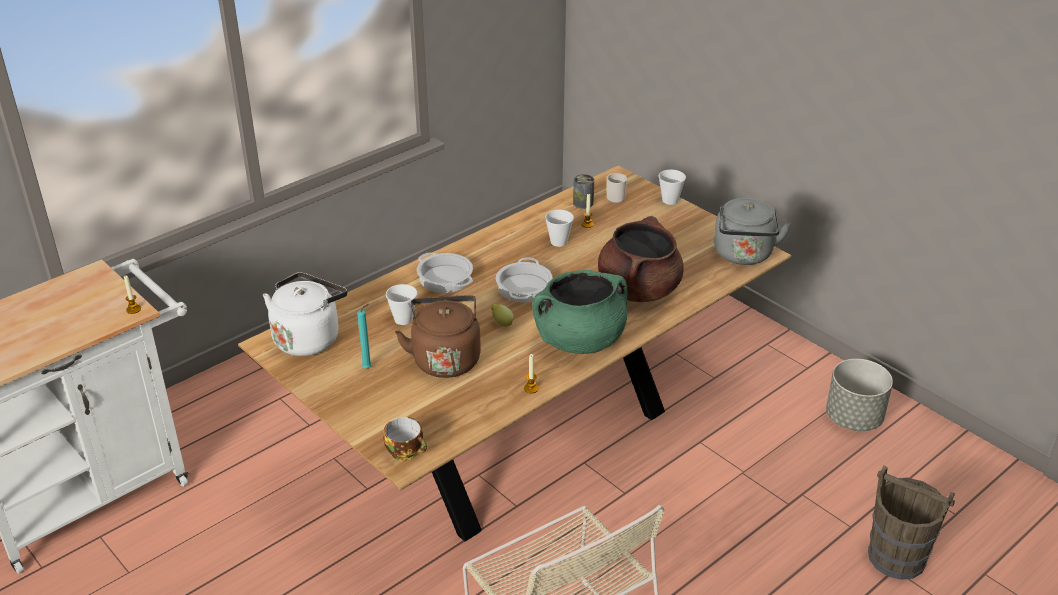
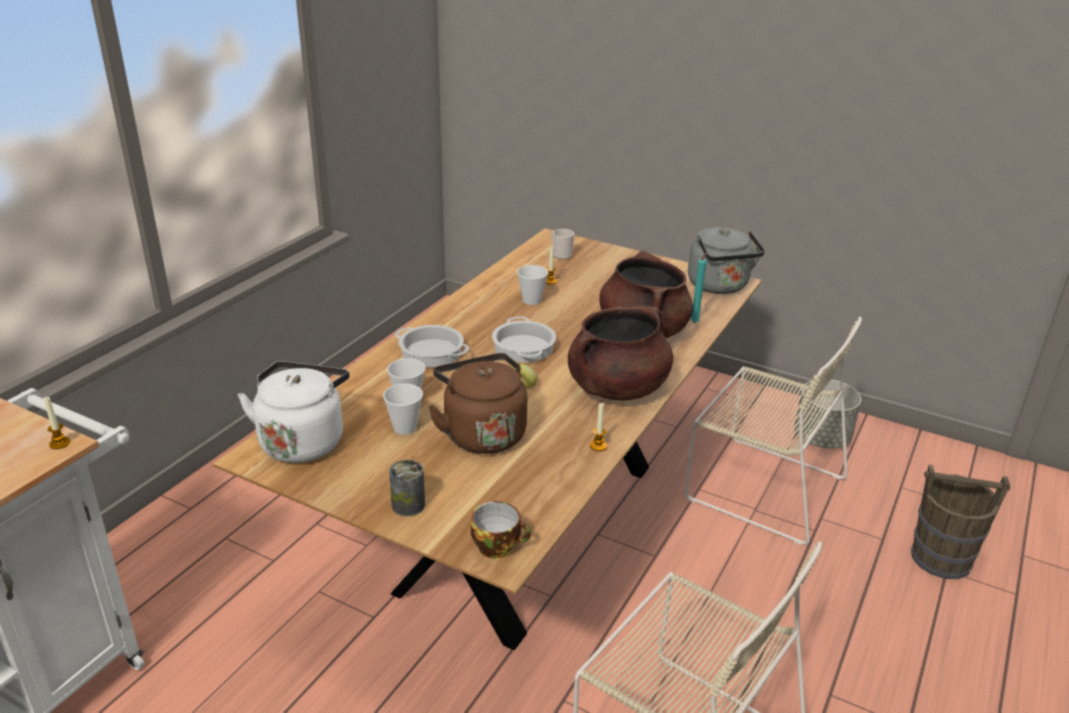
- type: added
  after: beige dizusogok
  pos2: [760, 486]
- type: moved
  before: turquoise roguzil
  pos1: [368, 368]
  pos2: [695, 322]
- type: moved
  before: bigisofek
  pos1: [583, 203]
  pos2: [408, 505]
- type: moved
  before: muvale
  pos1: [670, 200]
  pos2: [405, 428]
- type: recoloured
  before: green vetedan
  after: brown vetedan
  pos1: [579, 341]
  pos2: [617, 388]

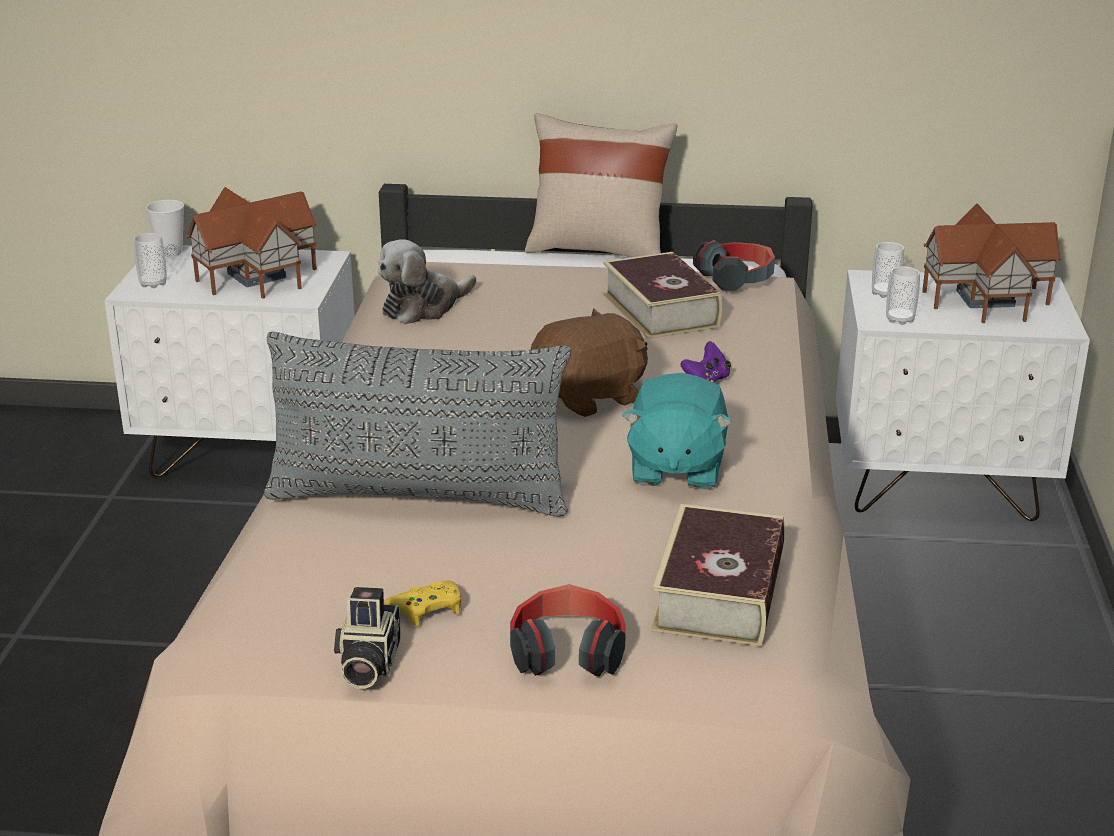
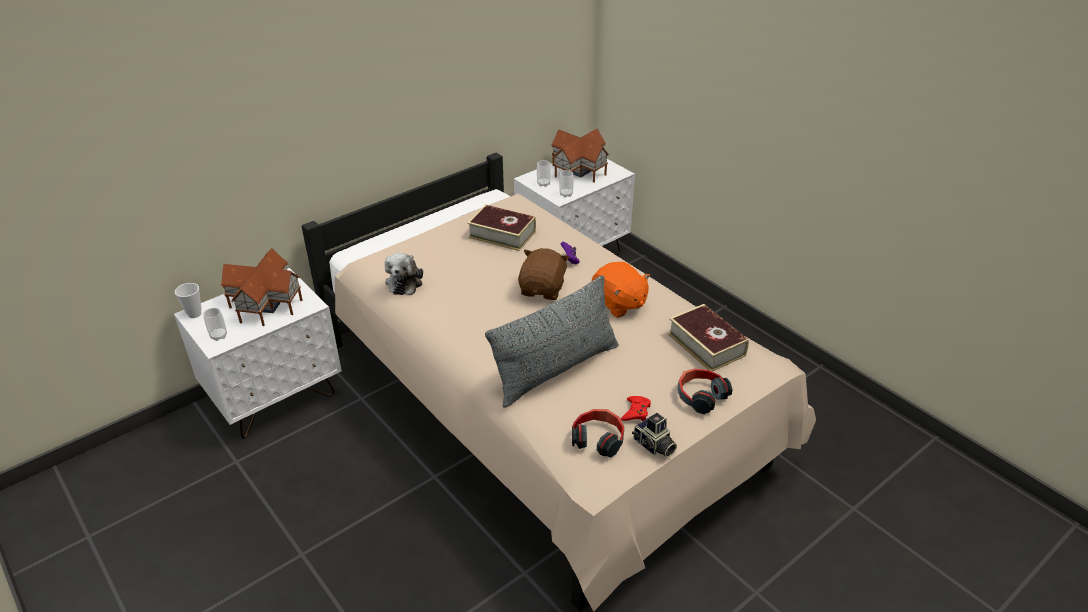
- type: removed
  before: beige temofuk
  pos1: [598, 250]
- type: moved
  before: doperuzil
  pos1: [736, 278]
  pos2: [598, 439]
- type: recoloured
  before: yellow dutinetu
  after: red dutinetu
  pos1: [427, 608]
  pos2: [636, 412]
- type: recoloured
  before: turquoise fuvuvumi
  after: orange fuvuvumi
  pos1: [675, 468]
  pos2: [619, 304]

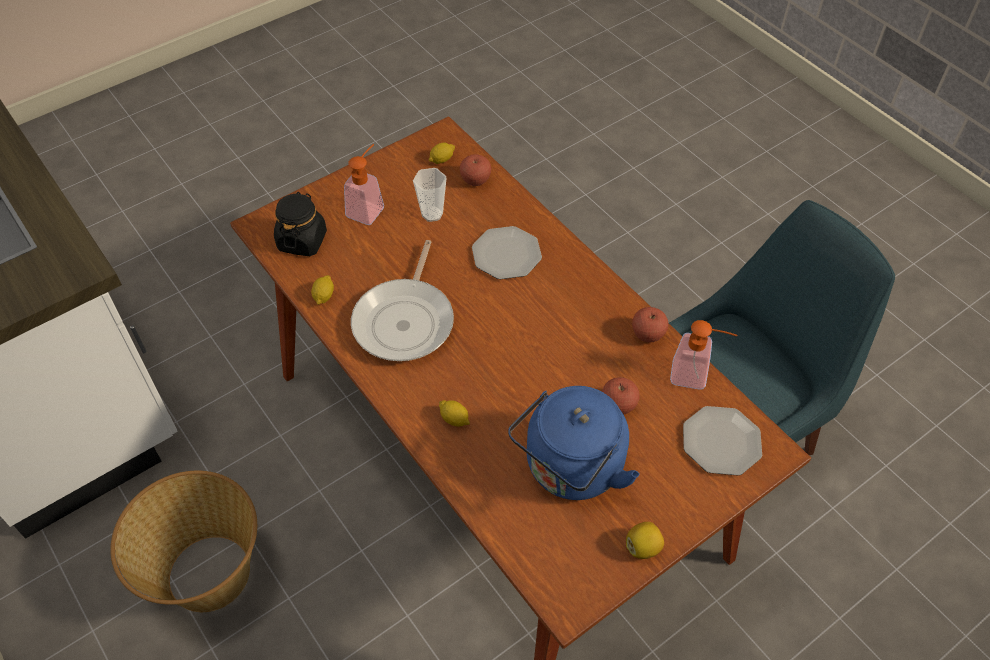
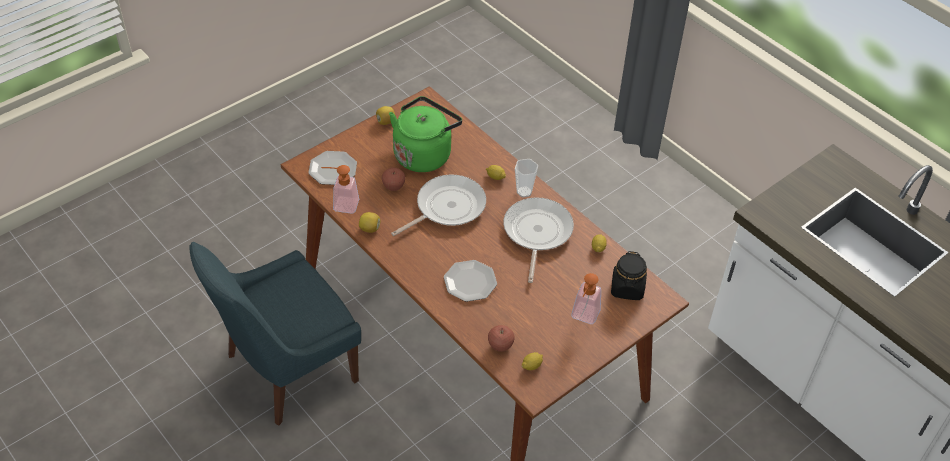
- type: removed
  before: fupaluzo
  pos1: [208, 574]
- type: added
  after: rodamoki
  pos2: [447, 207]
- type: moved
  before: muvale
  pos1: [432, 214]
  pos2: [524, 192]
- type: replaced
  before: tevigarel
  after: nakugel
  pos1: [647, 335]
  pos2: [370, 229]
- type: recoloured
  before: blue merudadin
  after: green merudadin
  pos1: [570, 470]
  pos2: [424, 154]

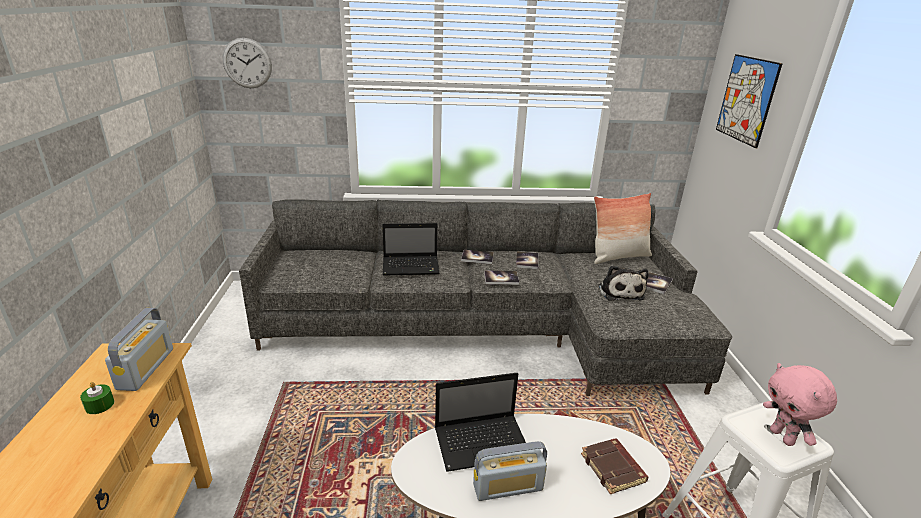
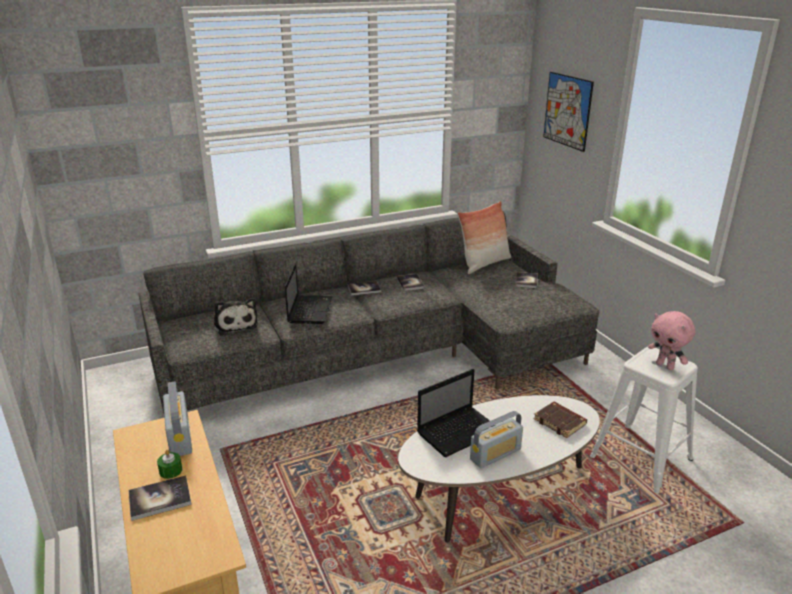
- type: removed
  before: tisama
  pos1: [247, 63]
- type: moved
  before: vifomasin
  pos1: [501, 278]
  pos2: [160, 499]
- type: moved
  before: fuvuvumi
  pos1: [620, 291]
  pos2: [235, 324]
- type: turned
  before: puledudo
  pos1: [412, 267]
  pos2: [310, 309]
  turn: -60

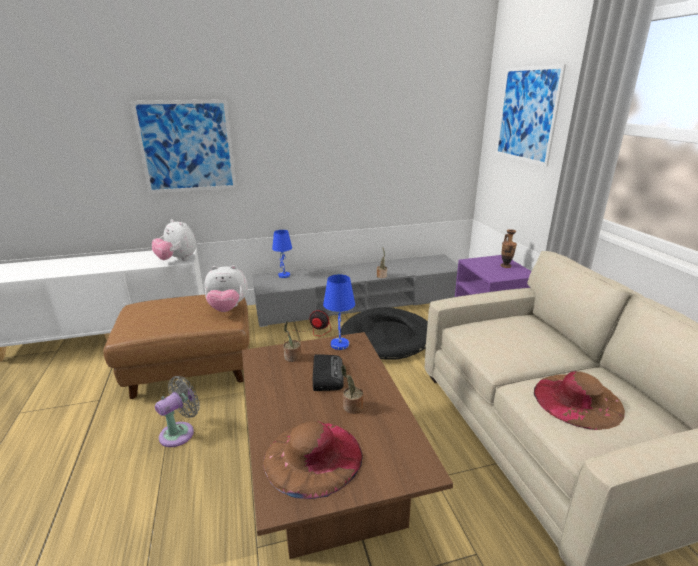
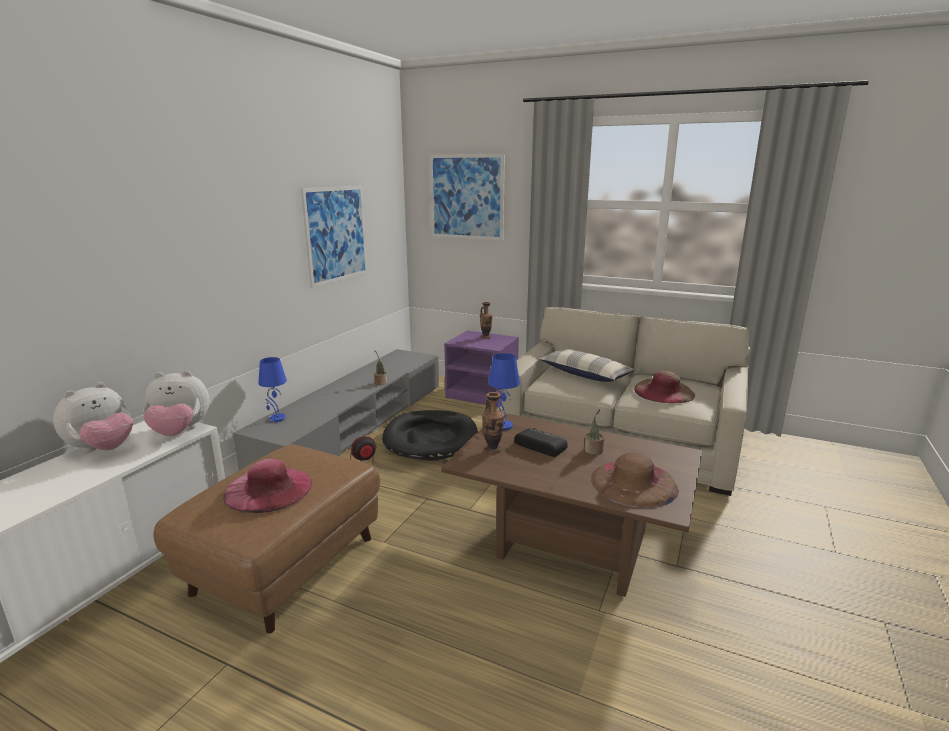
- type: removed
  before: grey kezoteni
  pos1: [180, 432]
- type: added
  after: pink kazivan
  pos2: [268, 489]
- type: added
  after: temofuk
  pos2: [585, 374]
- type: moved
  before: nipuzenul
  pos1: [187, 147]
  pos2: [336, 234]
- type: moved
  before: fuvuvumi
  pos1: [227, 308]
  pos2: [103, 449]
- type: replaced
  before: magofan
  after: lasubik
  pos1: [292, 357]
  pos2: [492, 450]

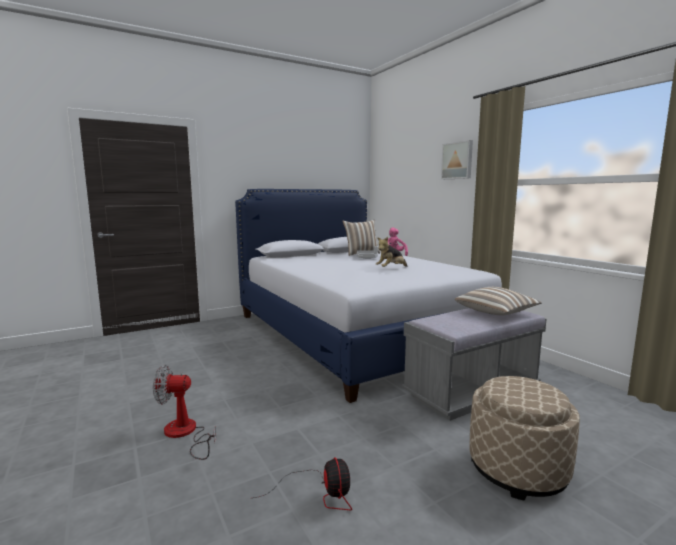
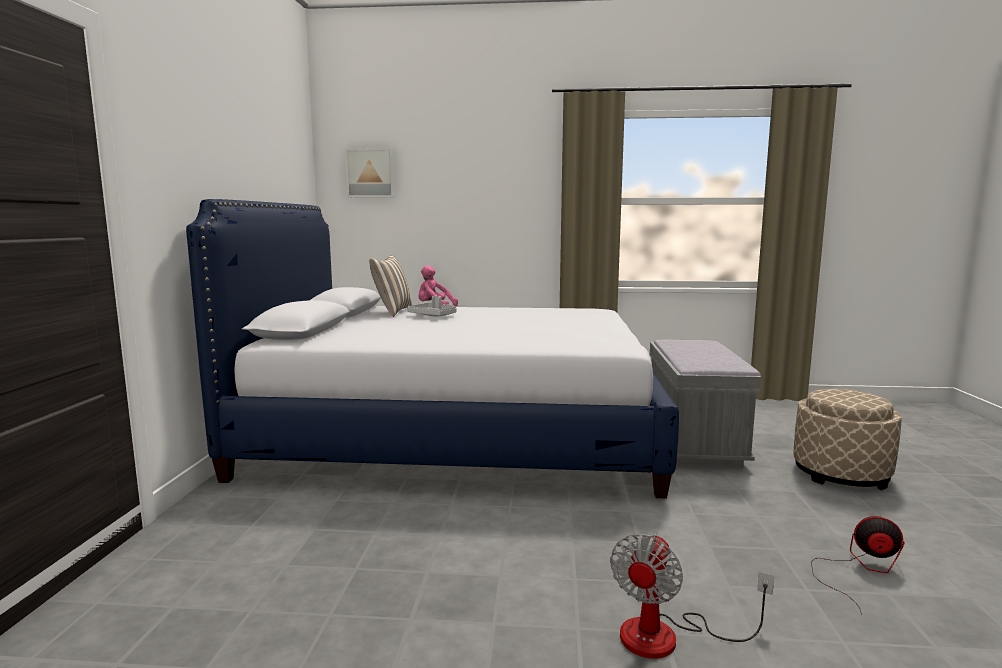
- type: removed
  before: fuvuvumi
  pos1: [391, 269]
- type: removed
  before: temofuk
  pos1: [496, 313]
- type: moved
  before: nipuzenul
  pos1: [457, 160]
  pos2: [370, 173]

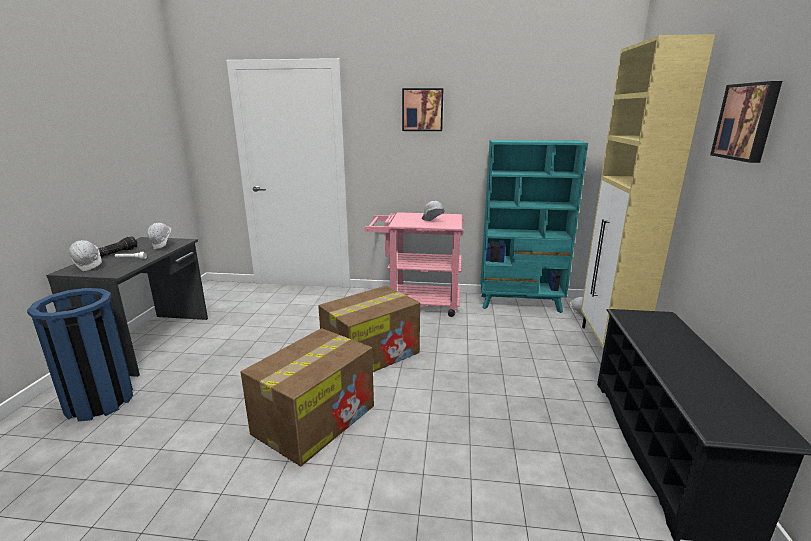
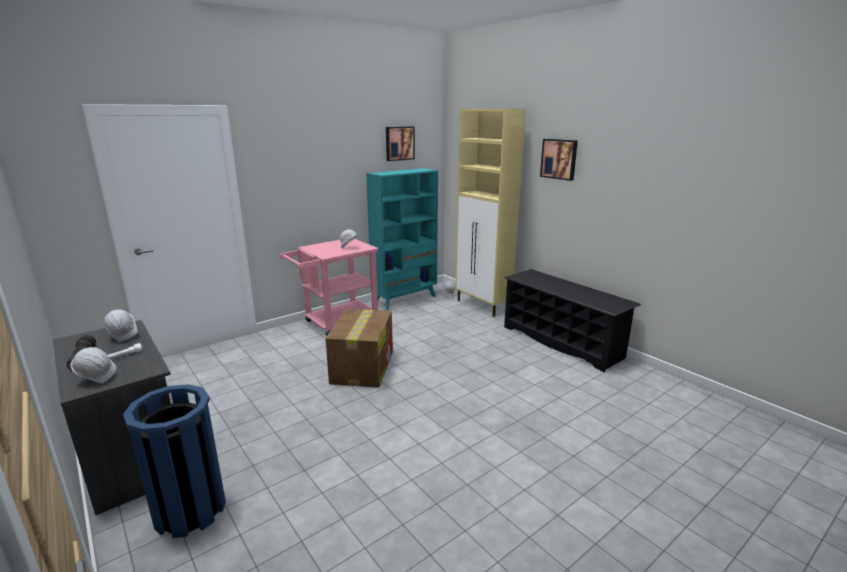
- type: removed
  before: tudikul
  pos1: [315, 418]
- type: moved
  before: nipuzenul
  pos1: [422, 110]
  pos2: [399, 143]

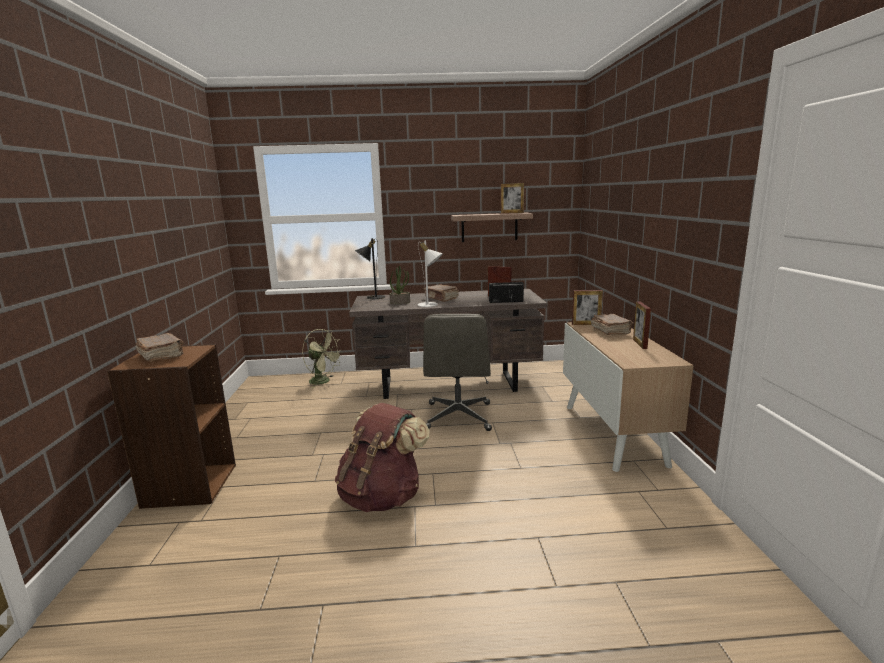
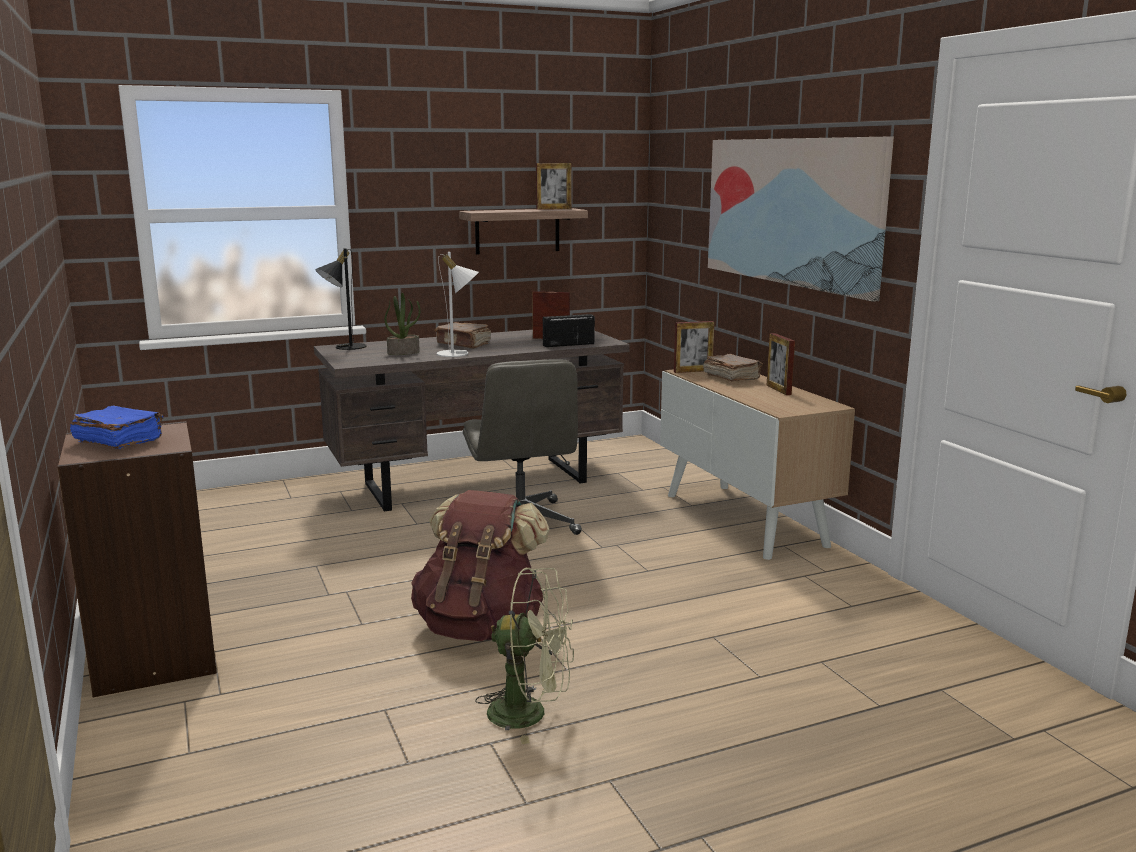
- type: added
  after: nipuzenul
  pos2: [789, 211]
- type: moved
  before: green kezoteni
  pos1: [323, 381]
  pos2: [530, 713]
- type: recoloured
  before: brown vifomasin
  after: blue vifomasin
  pos1: [161, 356]
  pos2: [118, 441]

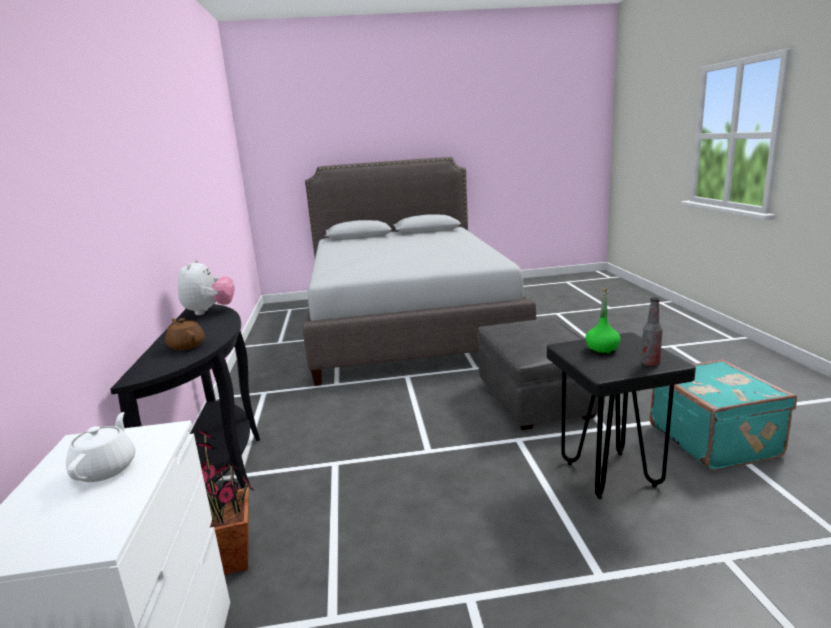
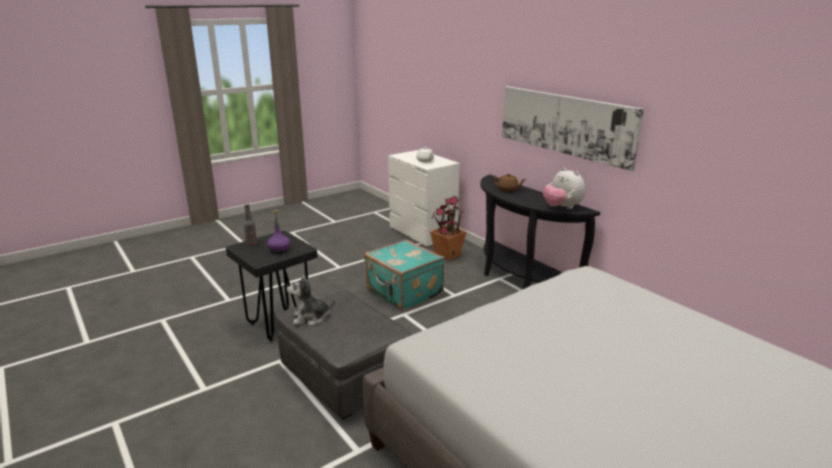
- type: added
  after: fuvuvumi
  pos2: [310, 318]
- type: added
  after: nipuzenul
  pos2: [565, 124]
- type: moved
  before: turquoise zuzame
  pos1: [714, 440]
  pos2: [404, 293]
- type: recoloured
  before: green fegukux
  after: purple fegukux
  pos1: [602, 349]
  pos2: [279, 250]

